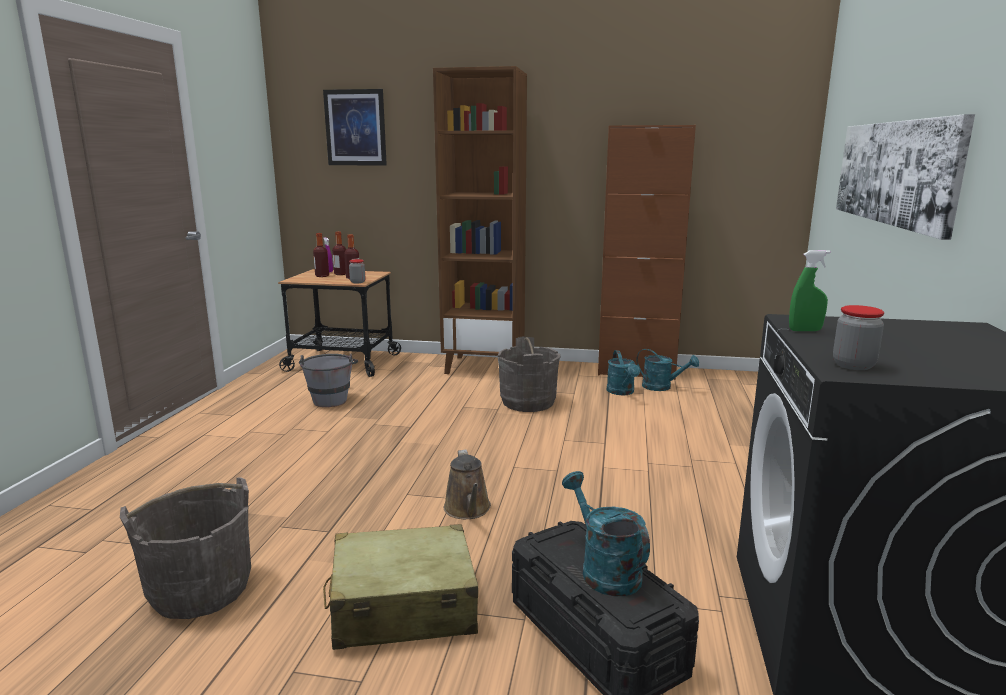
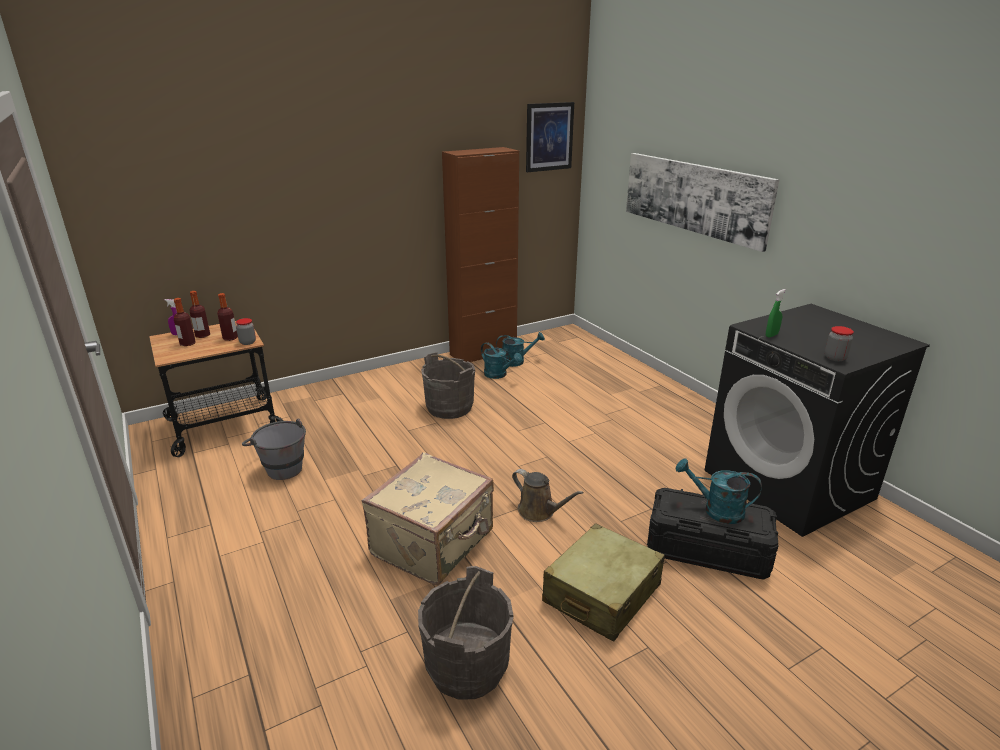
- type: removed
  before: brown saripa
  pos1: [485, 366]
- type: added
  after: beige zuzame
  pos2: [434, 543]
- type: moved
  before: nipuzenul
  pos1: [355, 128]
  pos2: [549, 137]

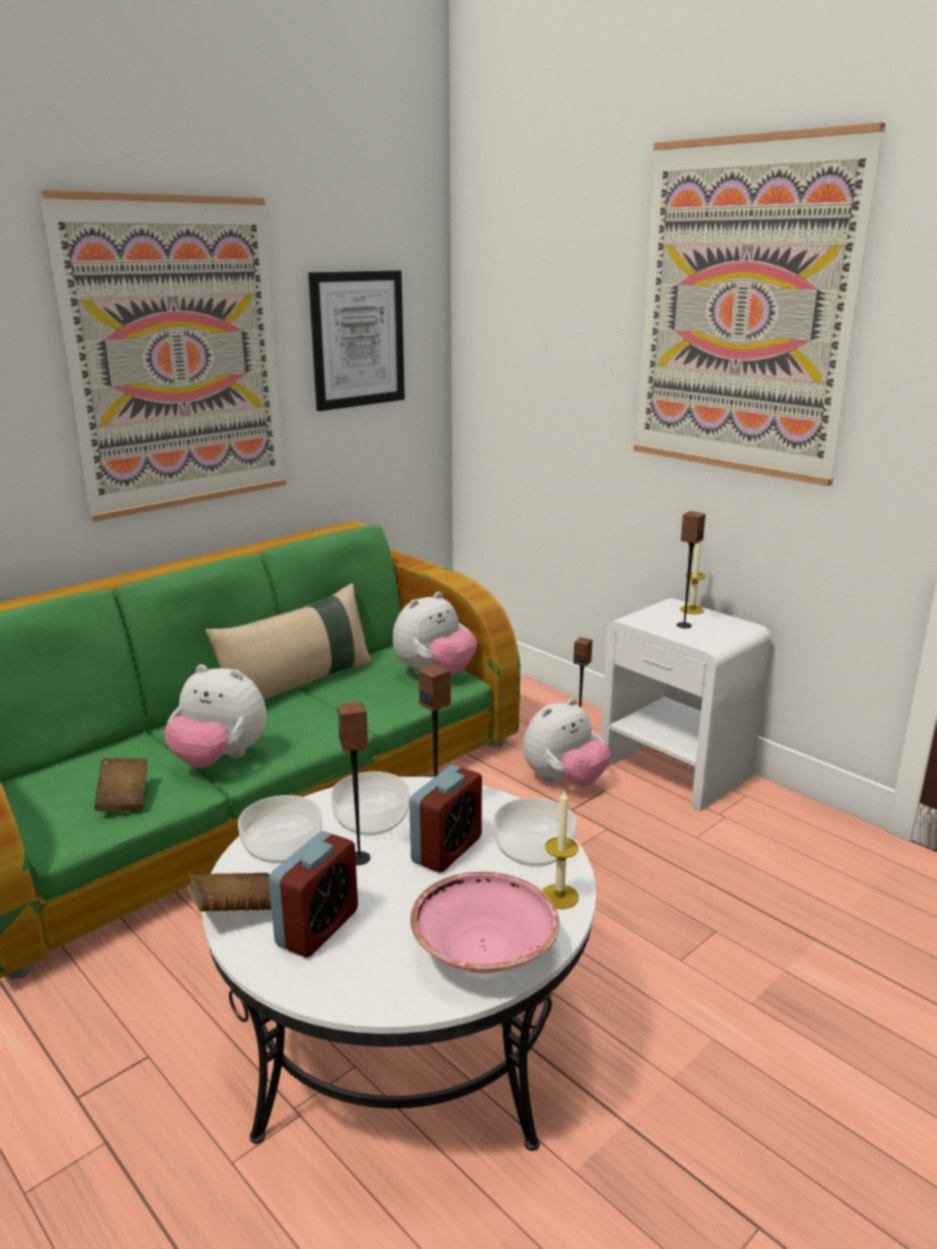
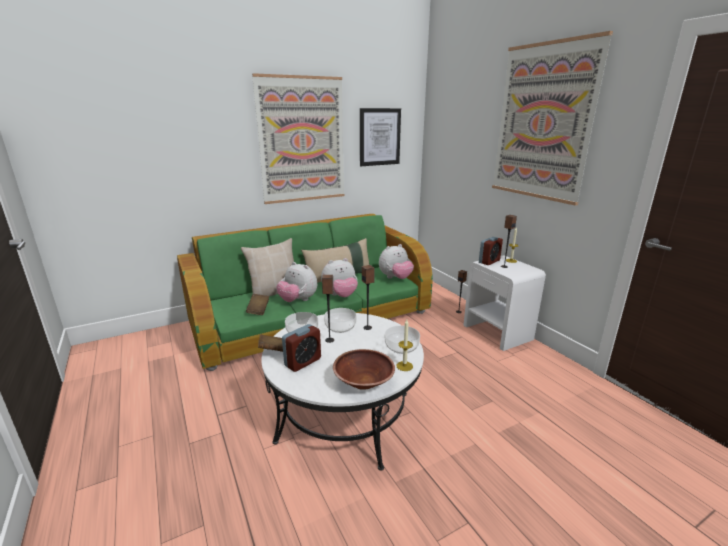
- type: added
  after: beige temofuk
  pos2: [275, 291]
- type: moved
  before: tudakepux
  pos1: [447, 850]
  pos2: [489, 261]
- type: moved
  before: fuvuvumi
  pos1: [564, 780]
  pos2: [340, 295]
- type: recoloured
  before: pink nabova
  after: brown nabova
  pos1: [483, 953]
  pos2: [363, 381]

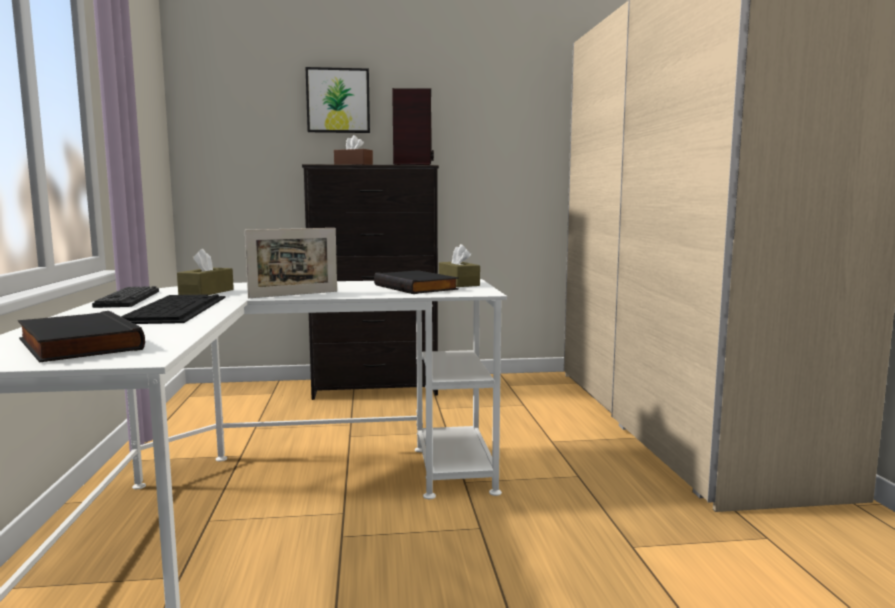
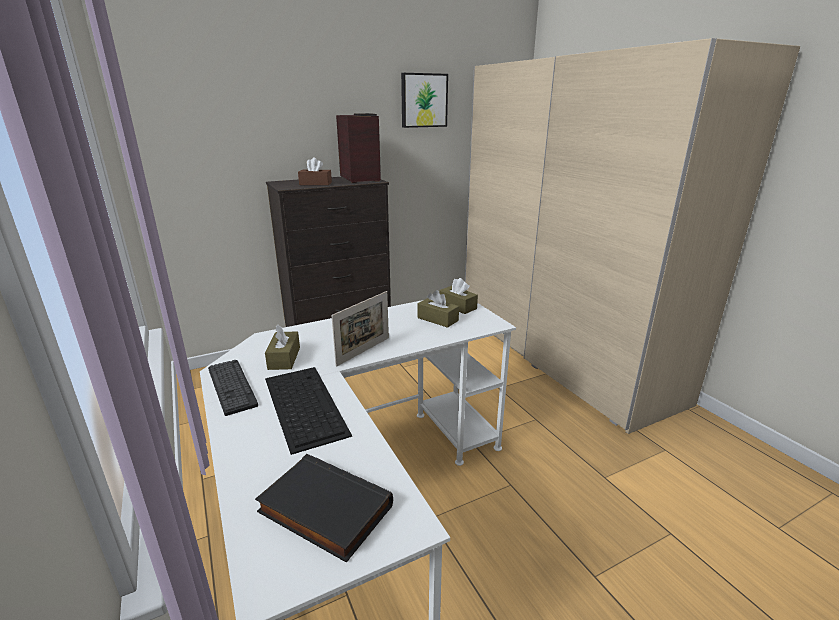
- type: moved
  before: nipuzenul
  pos1: [338, 101]
  pos2: [423, 100]
- type: replaced
  before: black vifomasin
  after: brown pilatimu
  pos1: [417, 287]
  pos2: [437, 319]

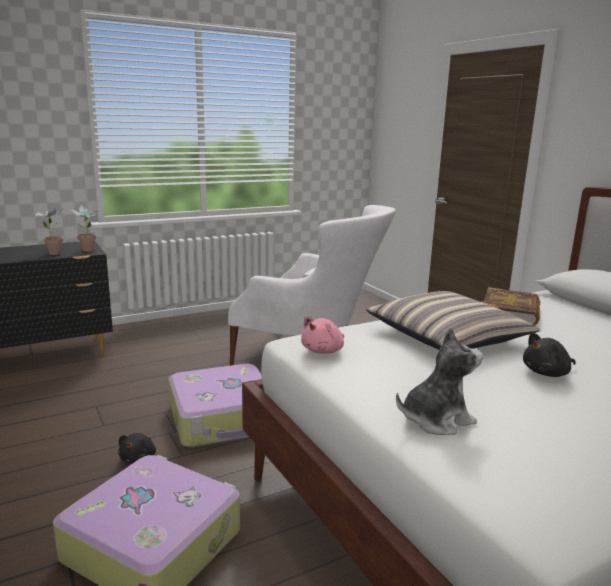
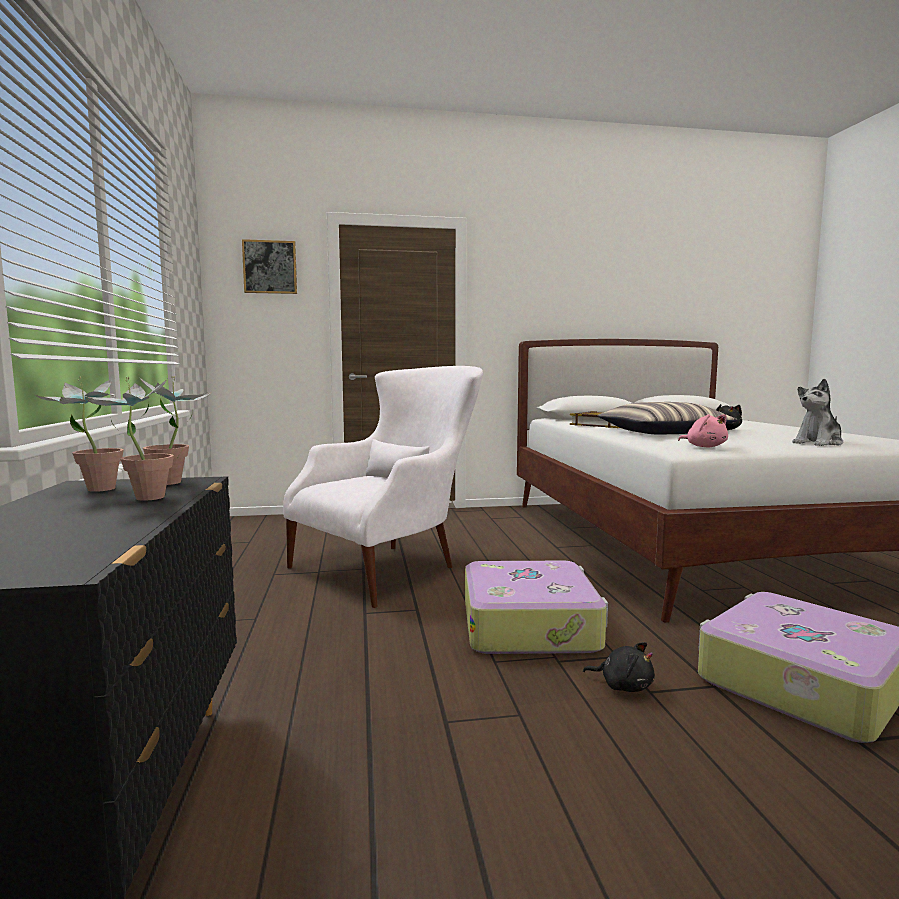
- type: added
  after: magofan
  pos2: [91, 490]
- type: added
  after: nipuzenul
  pos2: [270, 267]
- type: turned
  before: fuvuvumi
  pos1: [435, 419]
  pos2: [818, 443]
  turn: -120

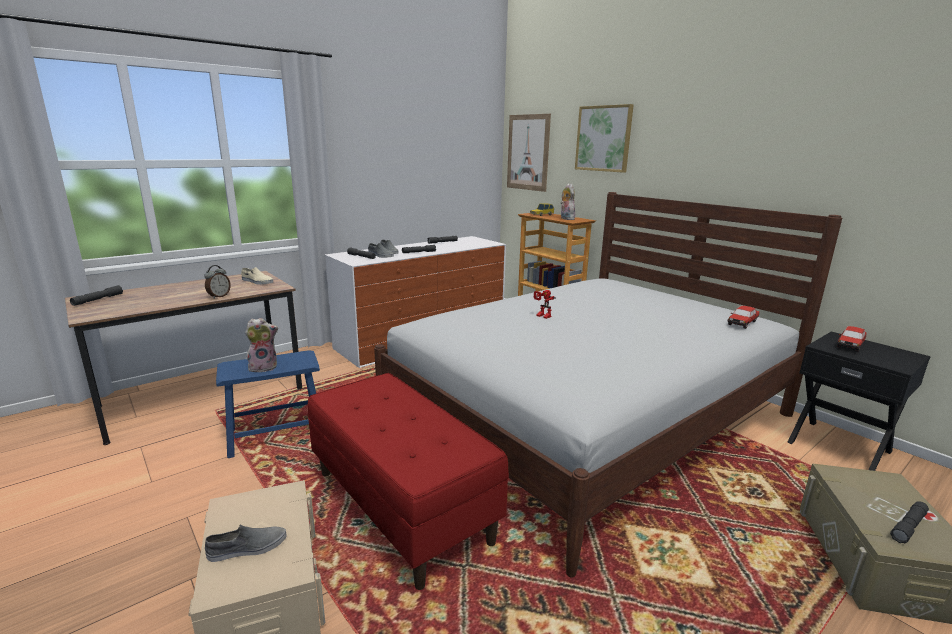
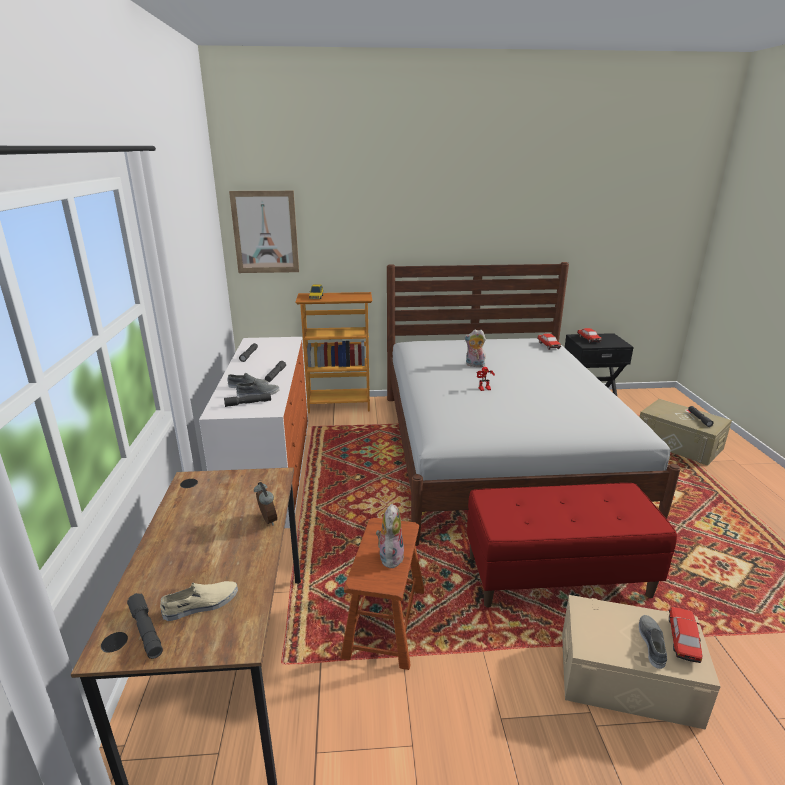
- type: removed
  before: nipuzenul
  pos1: [603, 138]
- type: added
  after: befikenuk
  pos2: [683, 640]
- type: moved
  before: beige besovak
  pos1: [257, 281]
  pos2: [201, 604]
- type: moved
  before: fuvuvumi
  pos1: [566, 219]
  pos2: [474, 365]
- type: recoloured
  before: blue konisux
  after: brown konisux
  pos1: [276, 433]
  pos2: [385, 621]

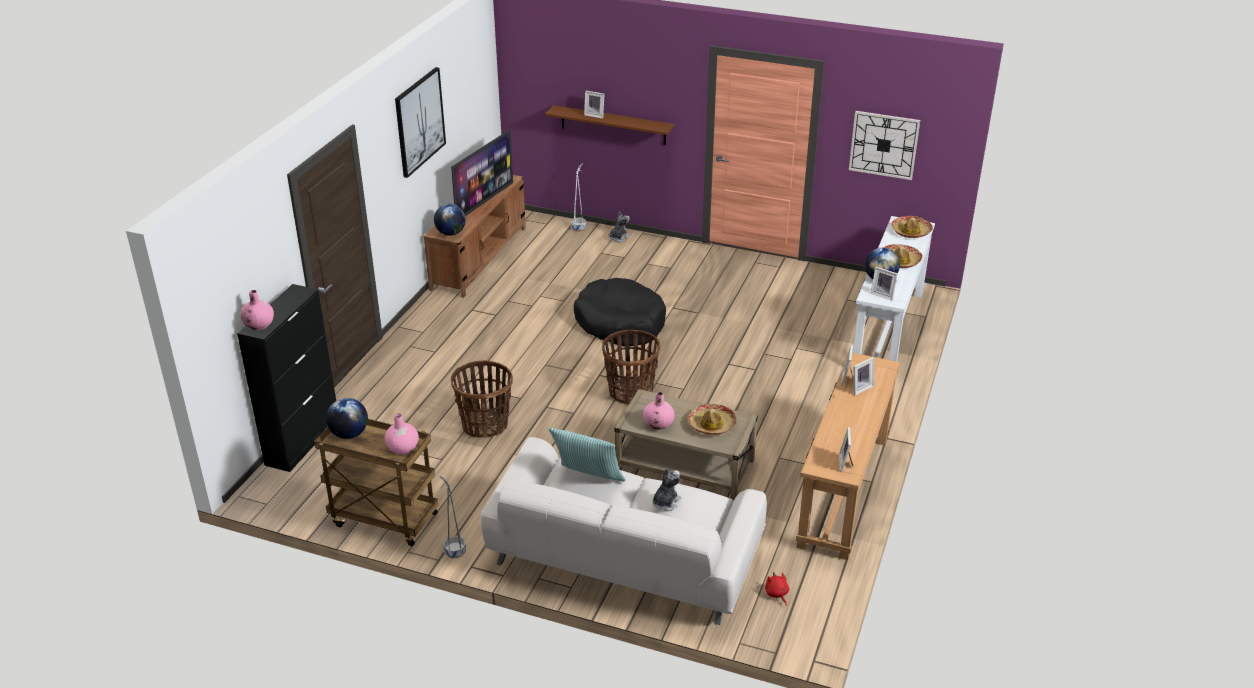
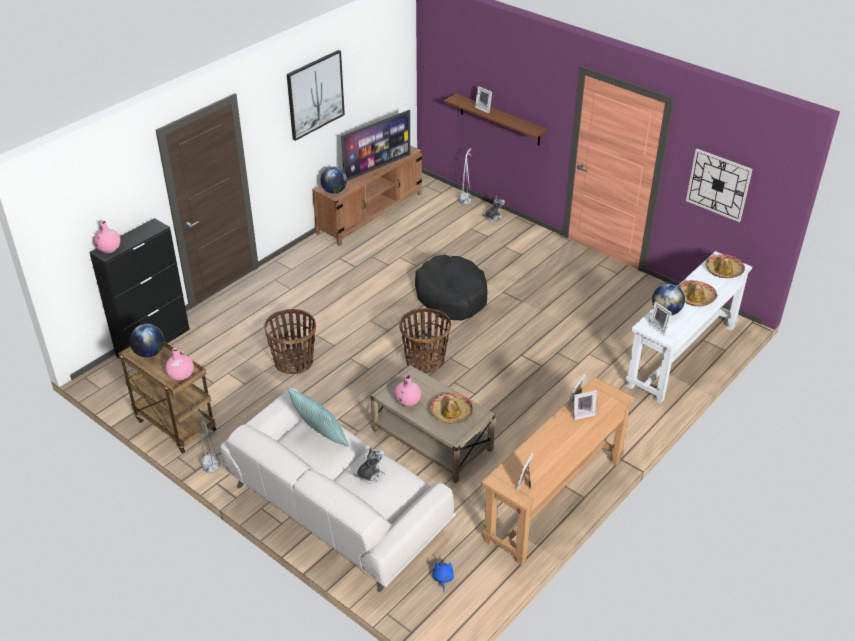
- type: recoloured
  before: red fuvuvumi
  after: blue fuvuvumi
  pos1: [777, 594]
  pos2: [442, 579]

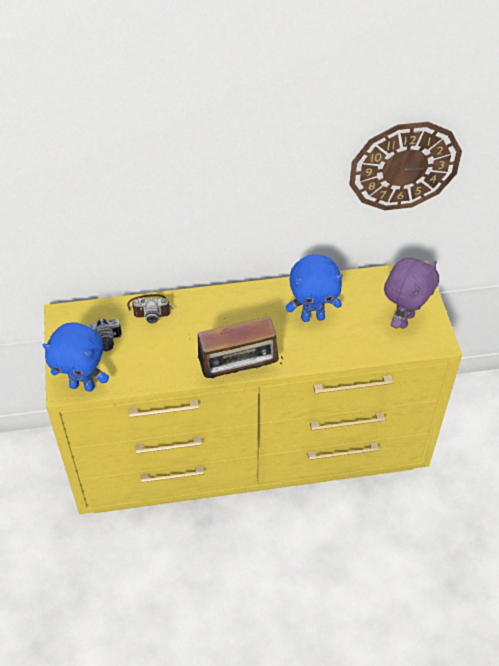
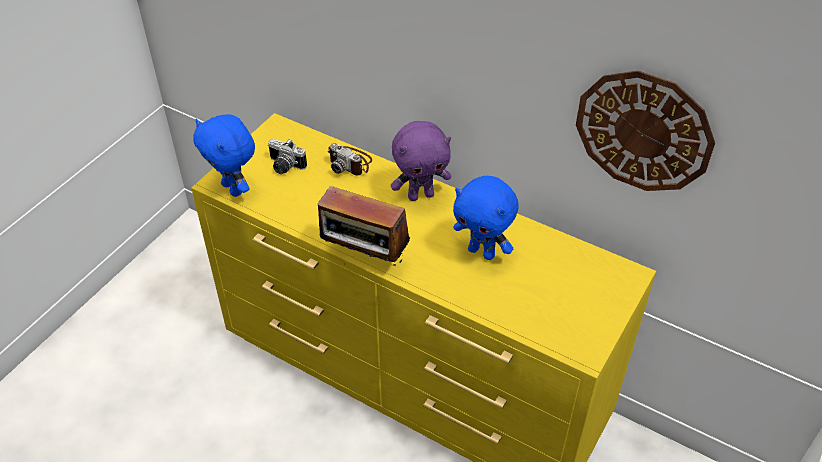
- type: moved
  before: purple fuvuvumi
  pos1: [403, 319]
  pos2: [421, 195]

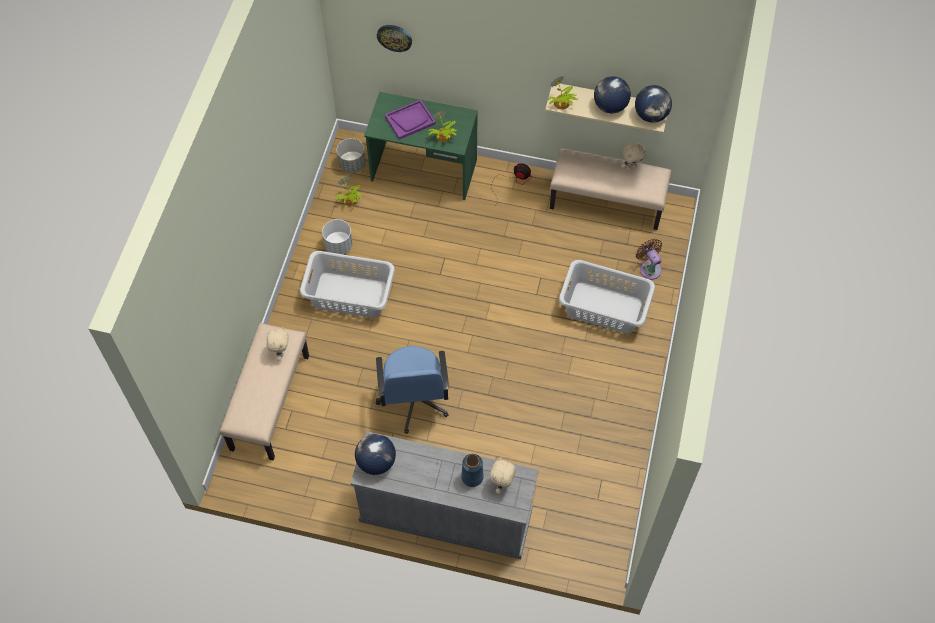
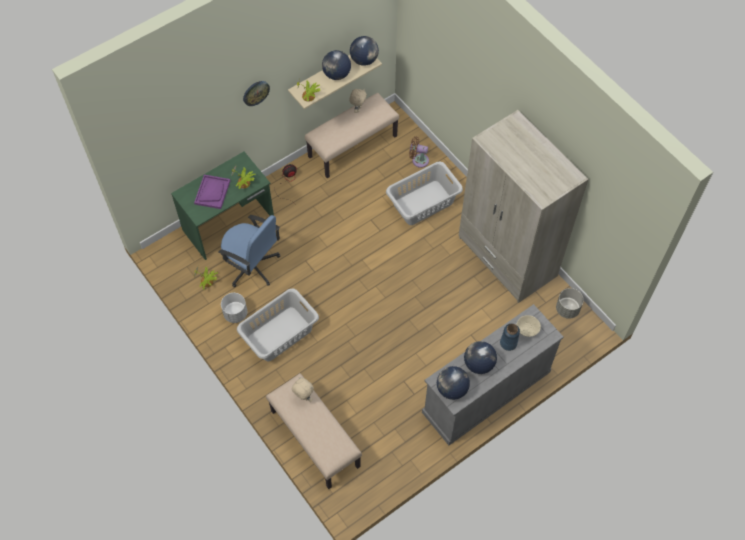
- type: added
  after: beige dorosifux
  pos2: [507, 257]
- type: added
  after: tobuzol
  pos2: [478, 364]
- type: moved
  before: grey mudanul
  pos1: [352, 165]
  pos2: [567, 309]
- type: moved
  before: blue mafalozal
  pos1: [413, 401]
  pos2: [252, 266]
- type: moved
  before: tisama
  pos1: [394, 37]
  pos2: [256, 93]
- type: replaced
  before: beige fuvuvumi
  after: beige nabova
  pos1: [502, 484]
  pos2: [527, 330]

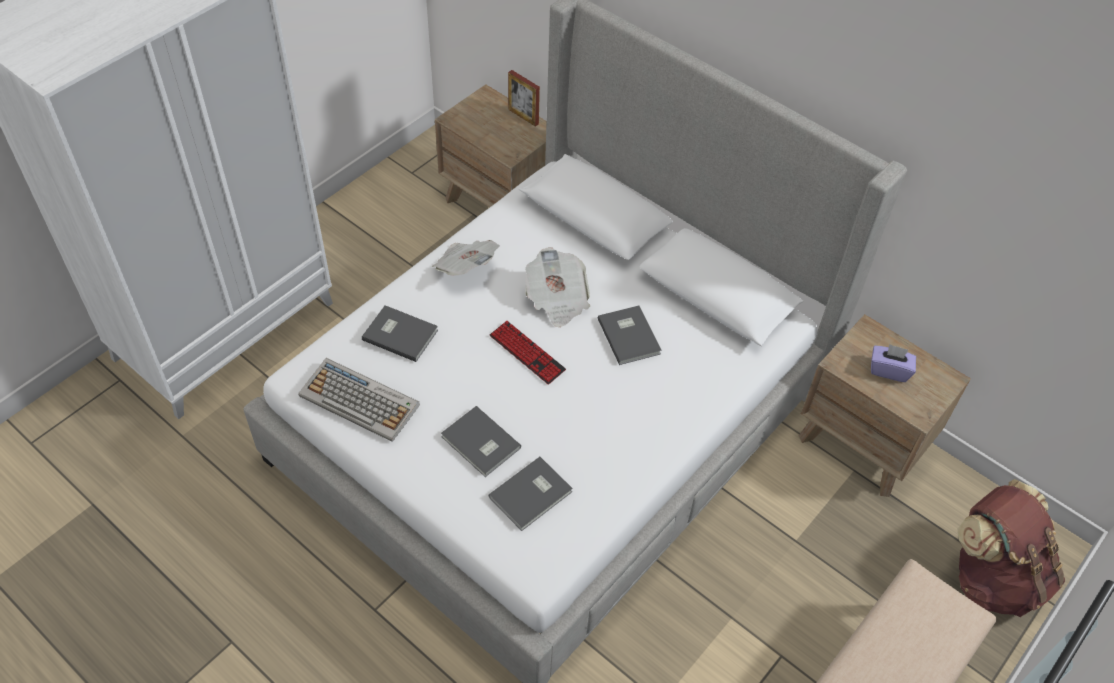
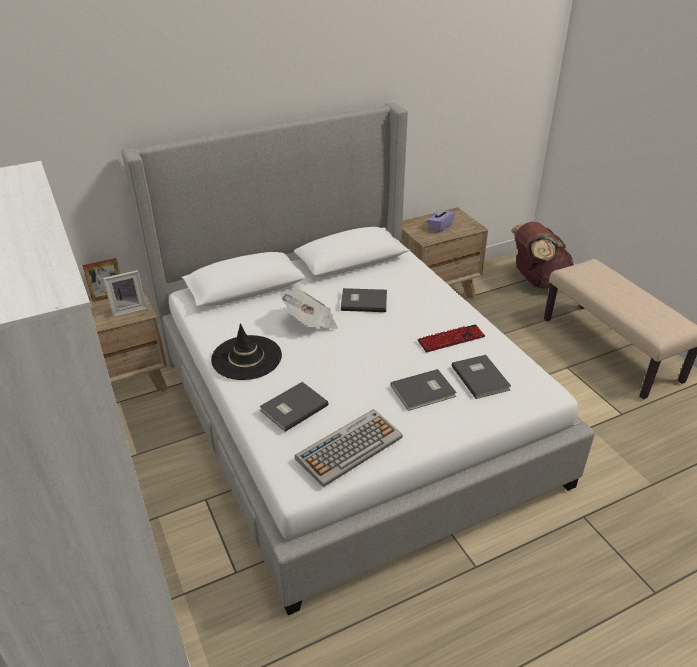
- type: added
  after: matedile
  pos2: [129, 309]
- type: moved
  before: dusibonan
  pos1: [527, 353]
  pos2: [451, 339]
- type: replaced
  before: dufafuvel
  after: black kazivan
  pos1: [466, 268]
  pos2: [246, 358]

